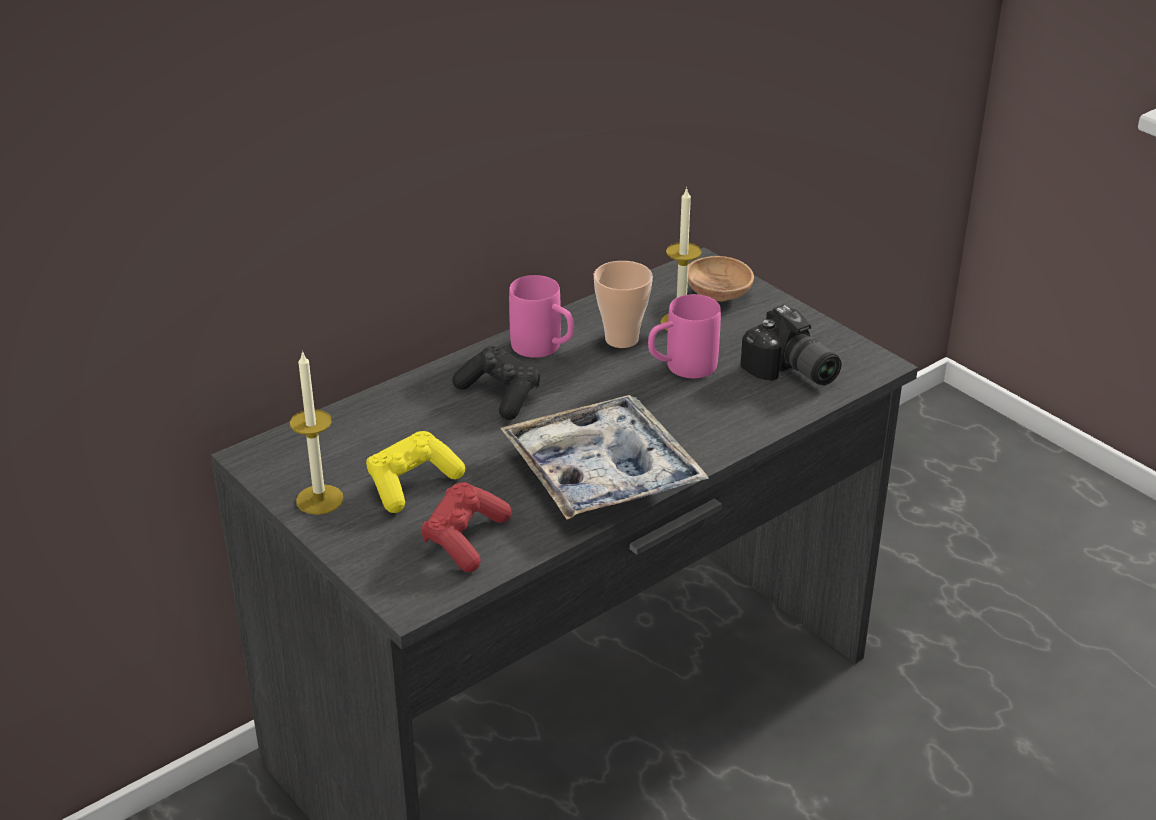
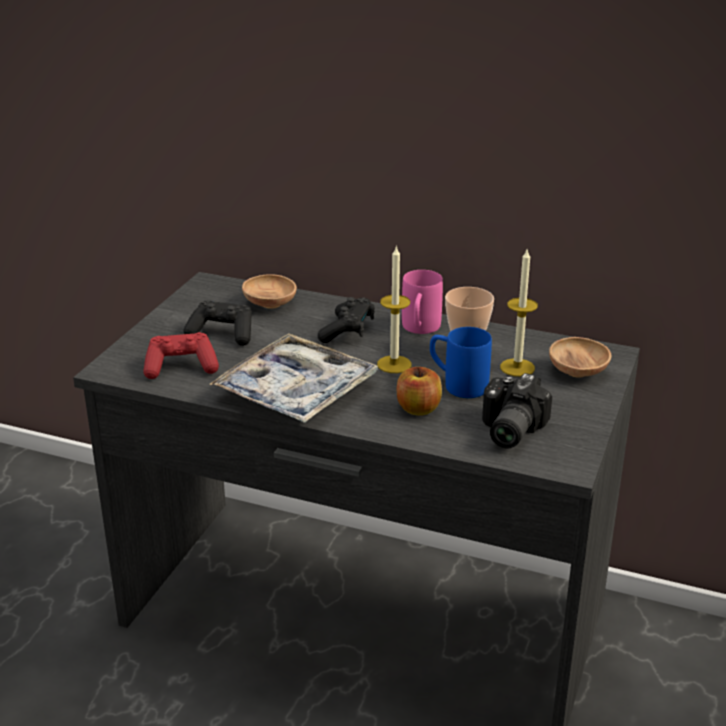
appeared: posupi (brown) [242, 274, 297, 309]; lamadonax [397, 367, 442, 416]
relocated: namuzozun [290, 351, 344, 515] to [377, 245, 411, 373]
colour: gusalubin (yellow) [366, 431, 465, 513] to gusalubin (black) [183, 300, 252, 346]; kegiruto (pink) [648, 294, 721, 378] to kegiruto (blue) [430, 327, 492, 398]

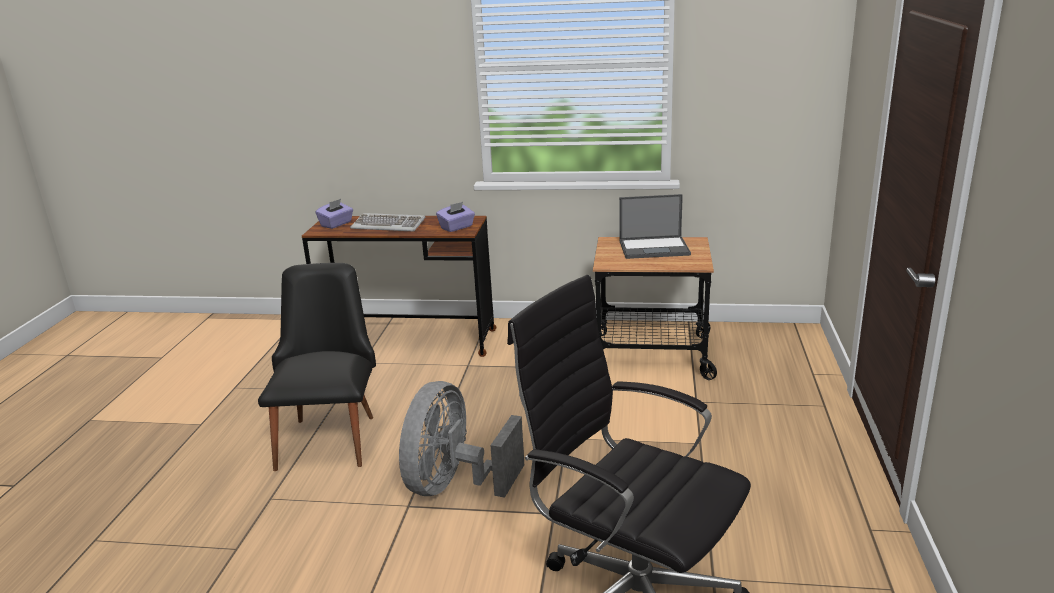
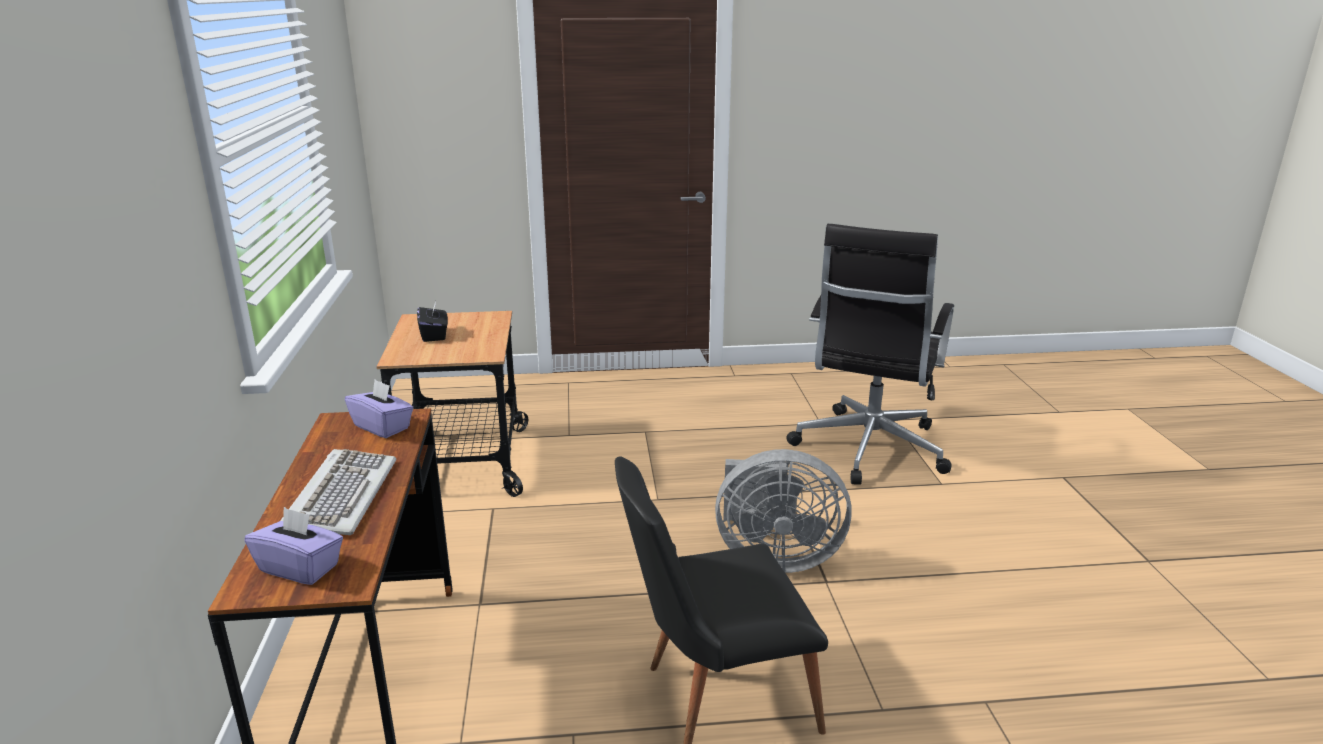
exchanged: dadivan [619, 194, 691, 259] to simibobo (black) [417, 301, 448, 342]

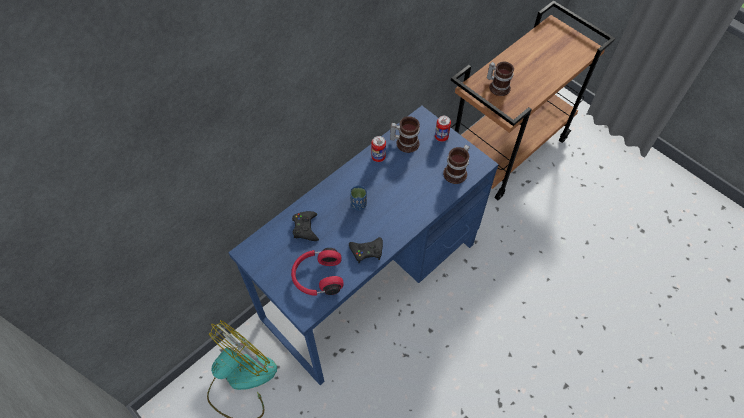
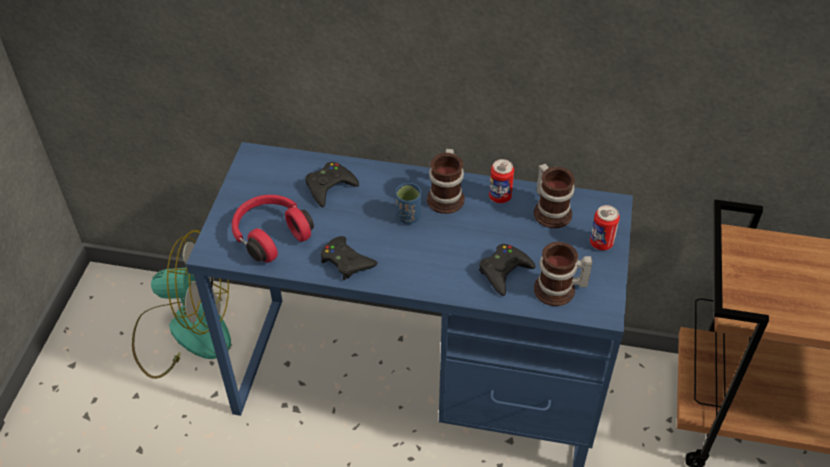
appeared: gusalubin (black) [479, 244, 535, 296]
relocated: kegiruto [487, 61, 514, 96] to [427, 149, 465, 214]

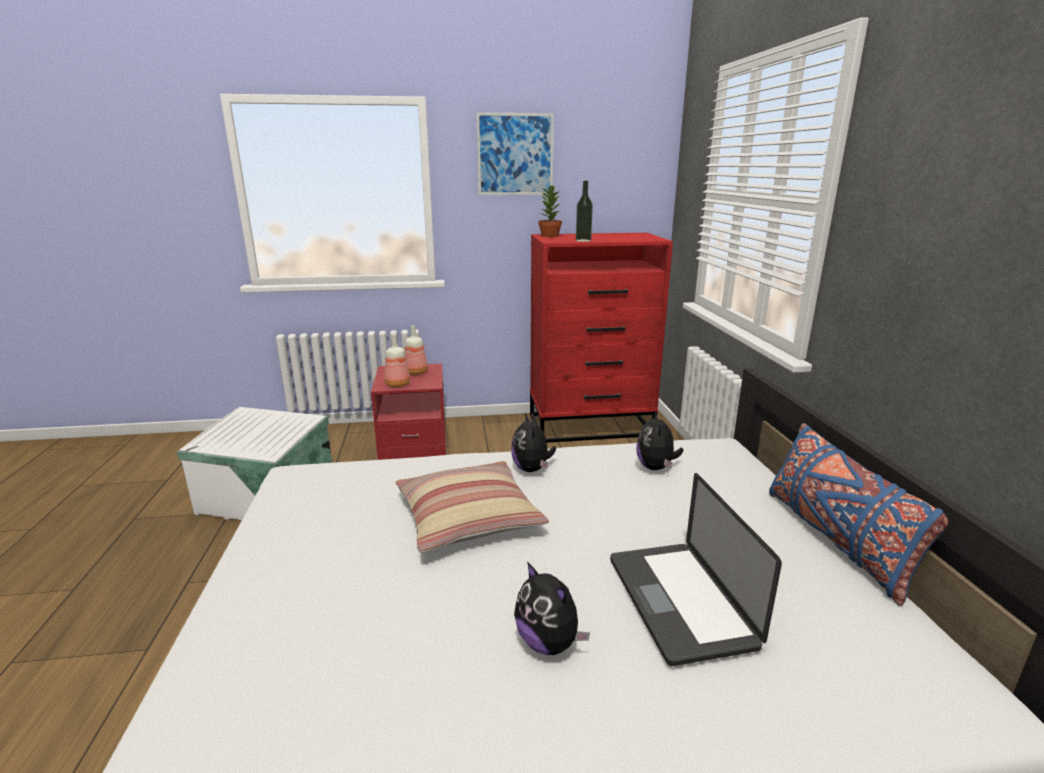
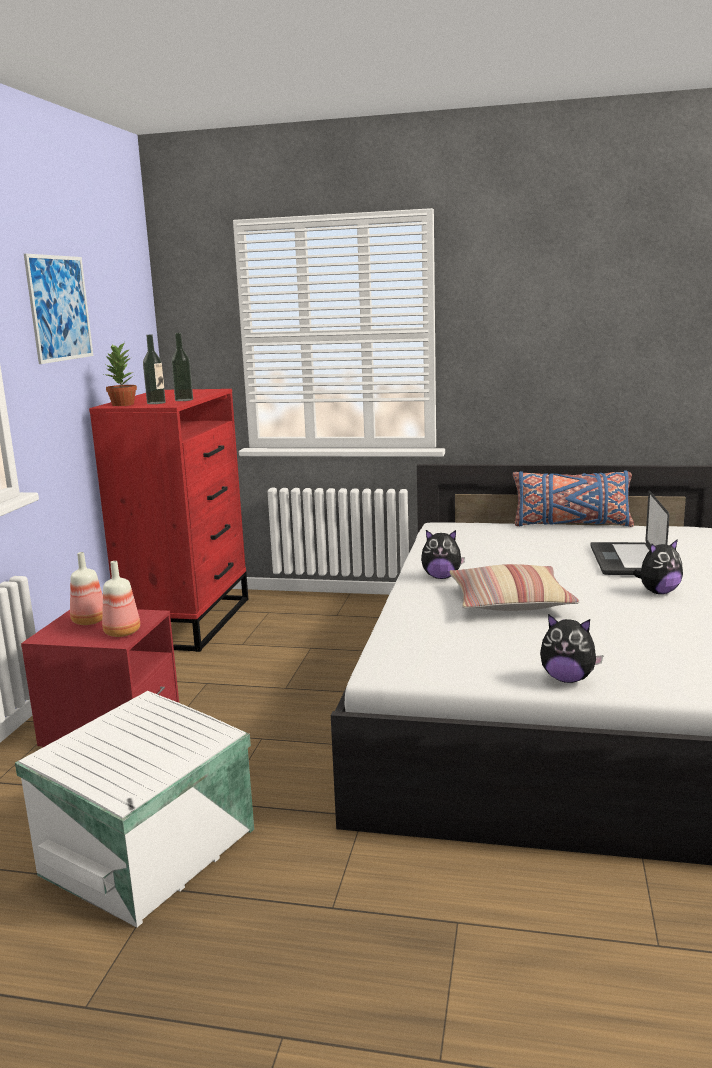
appeared: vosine [143, 335, 166, 404]
relocated: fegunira [636, 410, 683, 470] to [540, 614, 604, 683]
spun: dadivan [610, 473, 782, 666] = [590, 490, 669, 575] 90 degrees clockwise

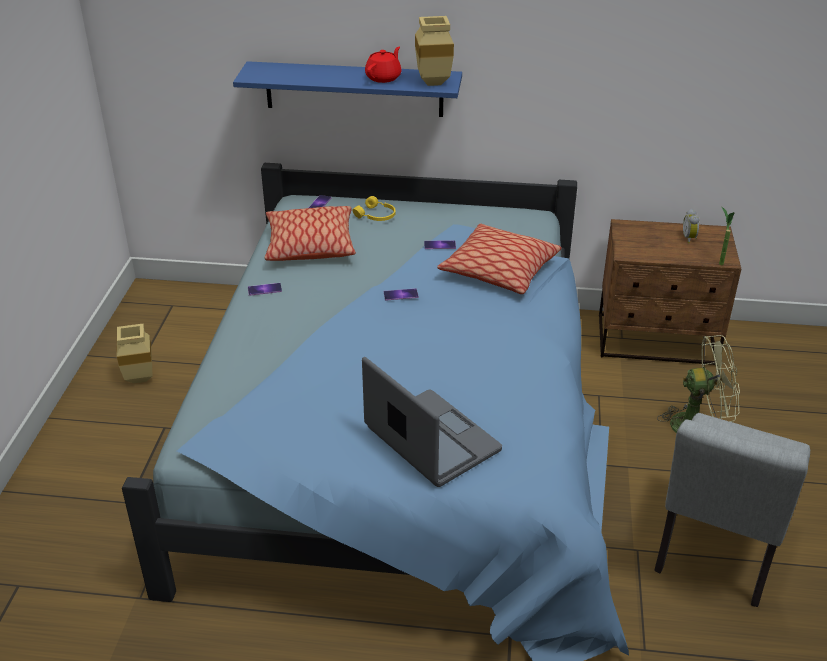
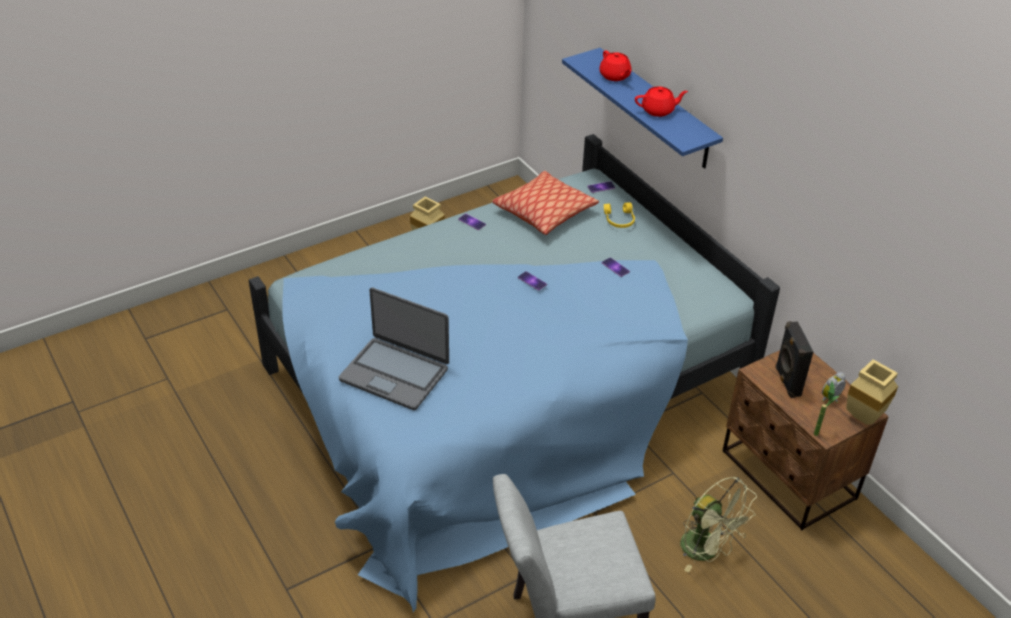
missing: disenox [437, 223, 562, 294]
appeared: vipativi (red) [599, 50, 632, 81]; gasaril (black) [775, 321, 813, 398]
relocated: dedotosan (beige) [415, 16, 454, 86] to [846, 359, 898, 424]
spun: dadivan [362, 357, 502, 487] = [339, 287, 449, 410] 105 degrees clockwise

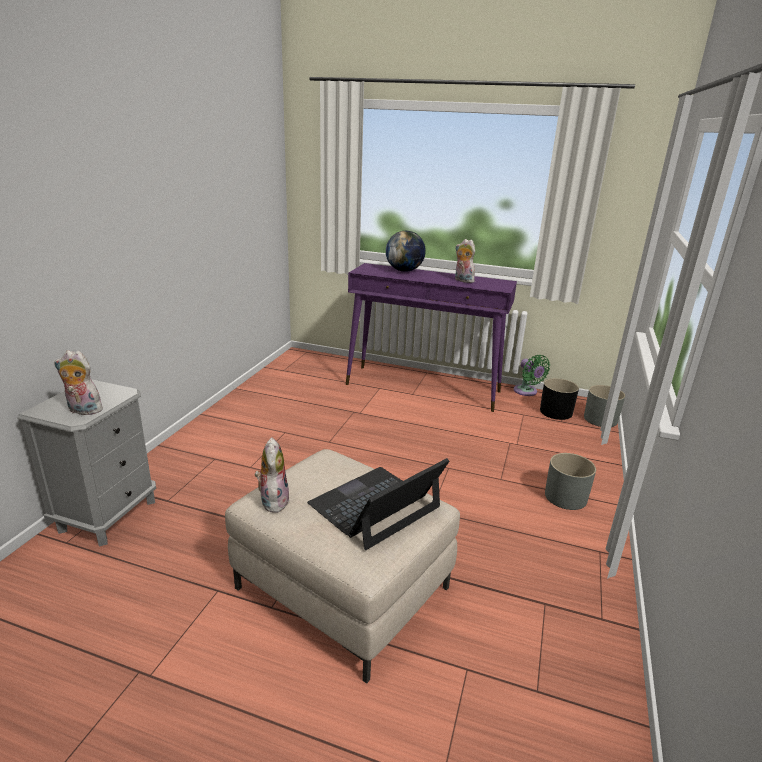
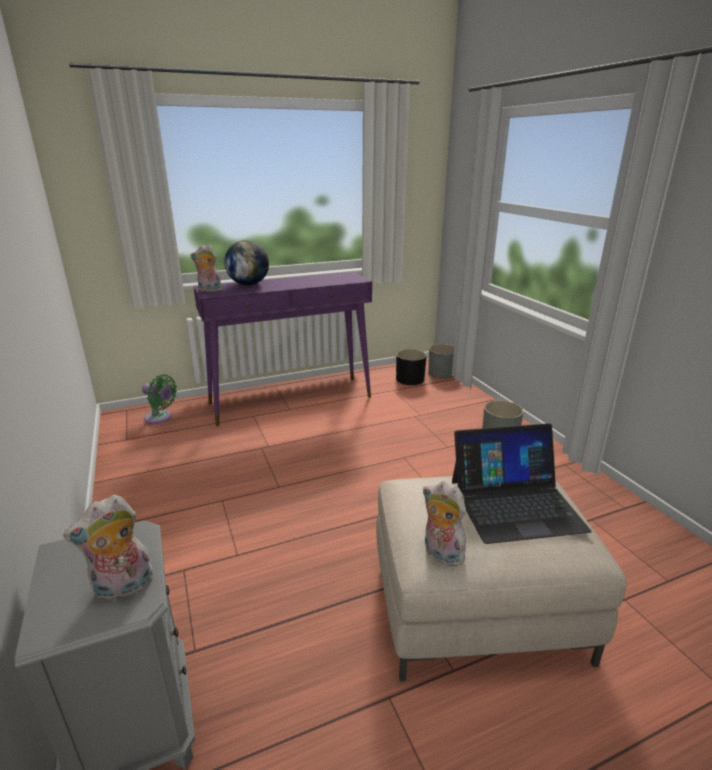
relocated: fegunira [455, 239, 475, 283] to [190, 245, 222, 292]; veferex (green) [514, 355, 550, 396] to [142, 375, 177, 424]
spun: dadivan [307, 458, 449, 550] = [452, 423, 591, 544] 105 degrees counterclockwise

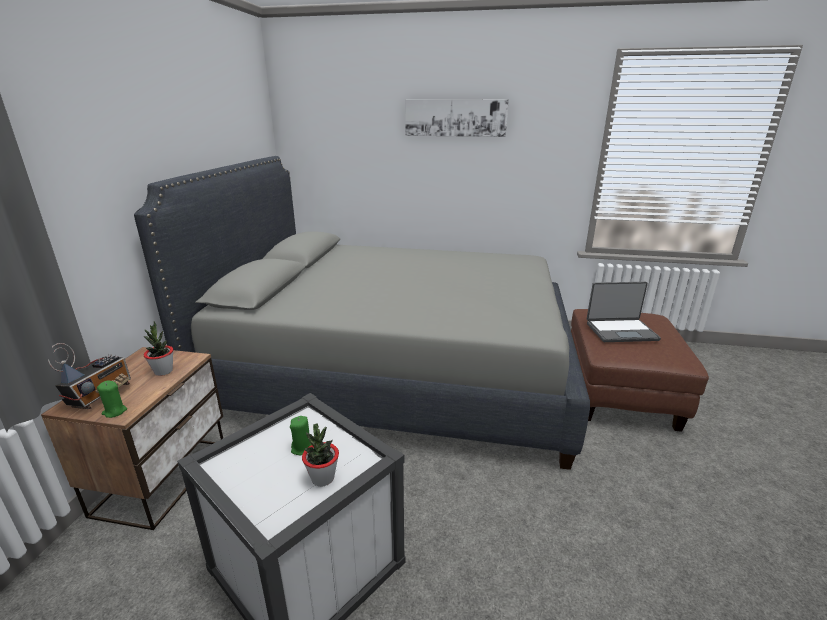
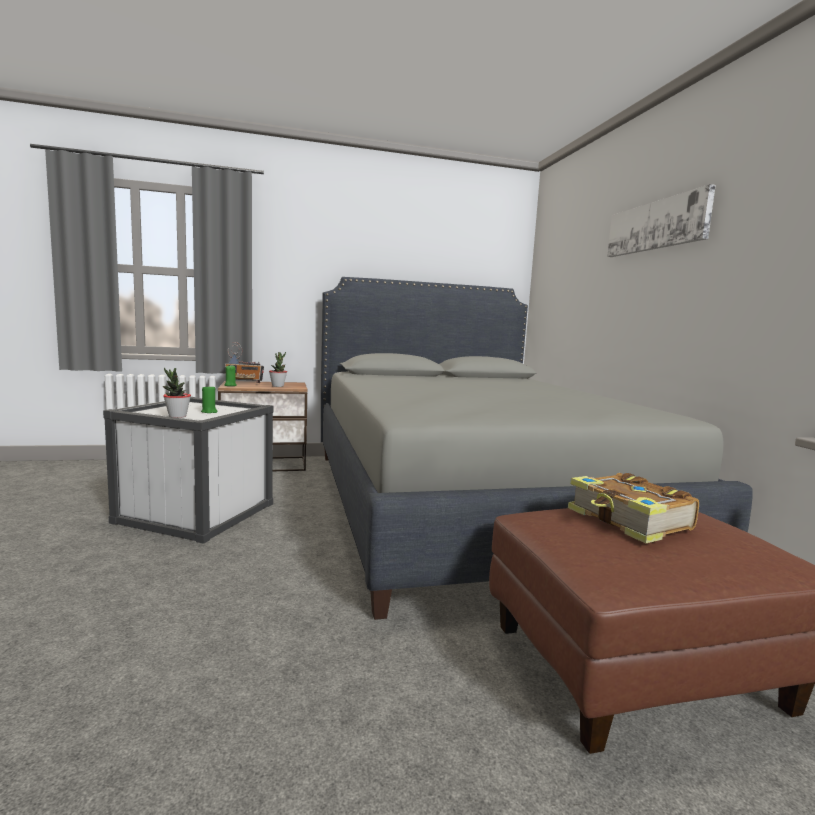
exchanged: dadivan [587, 282, 661, 342] to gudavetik [568, 473, 699, 543]

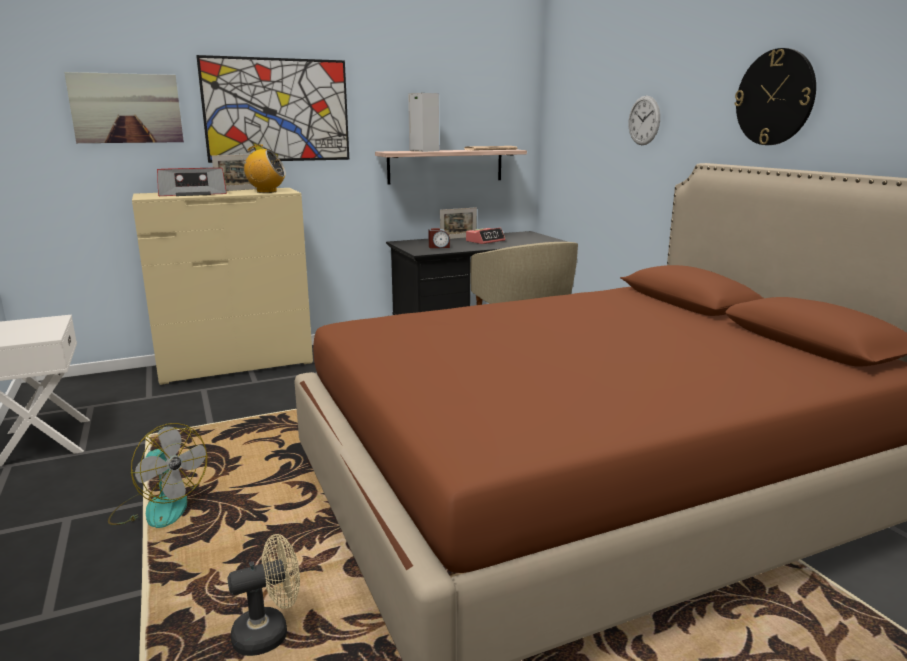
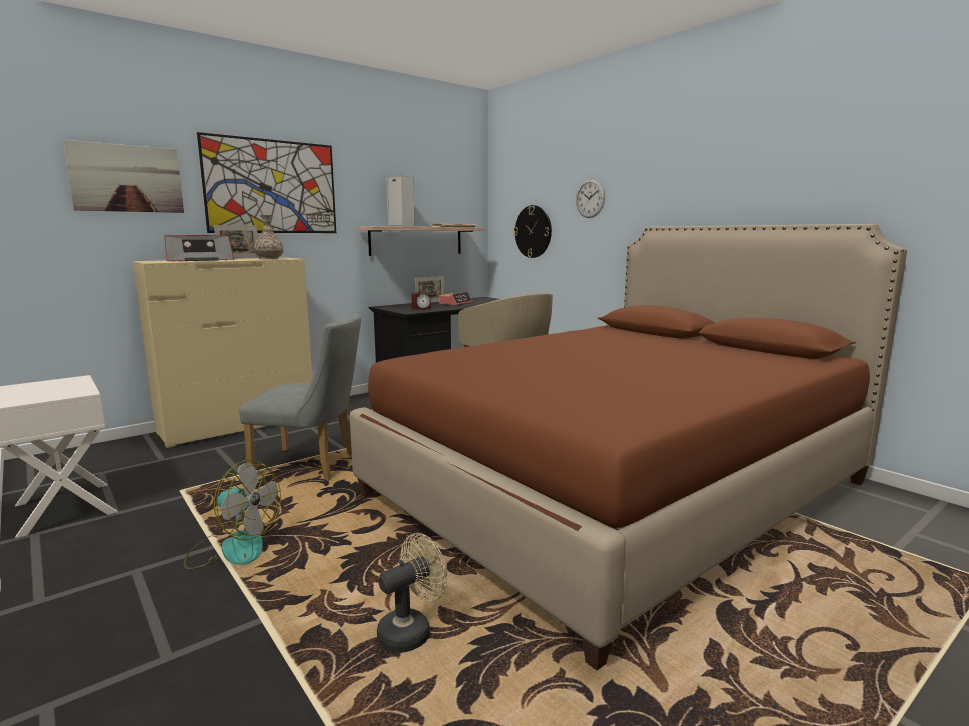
appeared: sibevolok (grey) [239, 313, 361, 481]
relocated: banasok [734, 48, 816, 145] to [514, 205, 552, 258]
exchanged: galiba [239, 144, 286, 193] to dedotosan [254, 215, 283, 259]

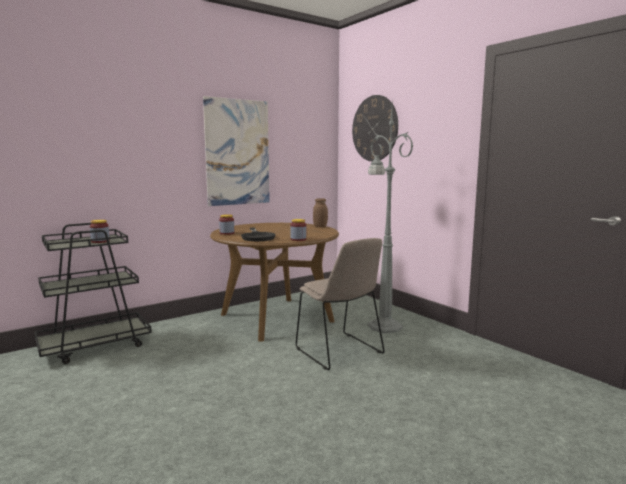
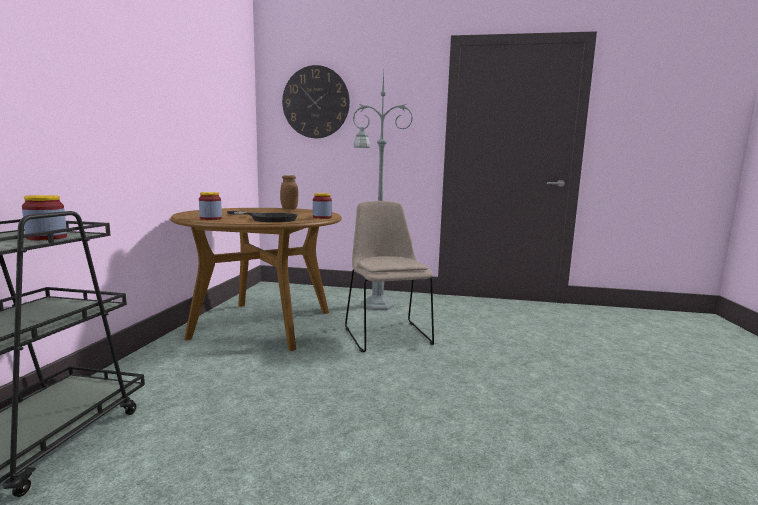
missing: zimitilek [203, 96, 270, 206]
spun: sibevolok (beige) [296, 238, 385, 370] = [345, 201, 434, 352] 120 degrees counterclockwise

